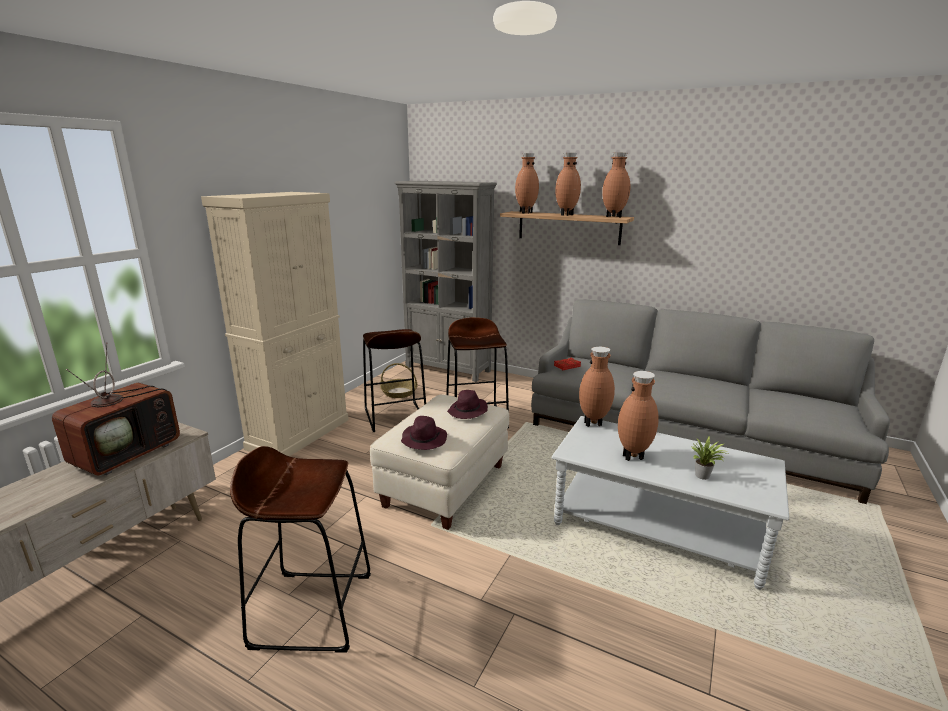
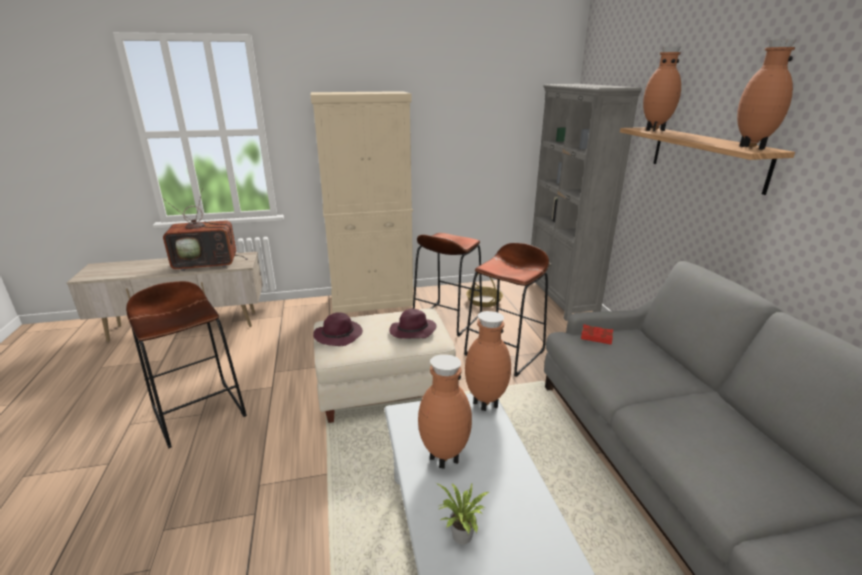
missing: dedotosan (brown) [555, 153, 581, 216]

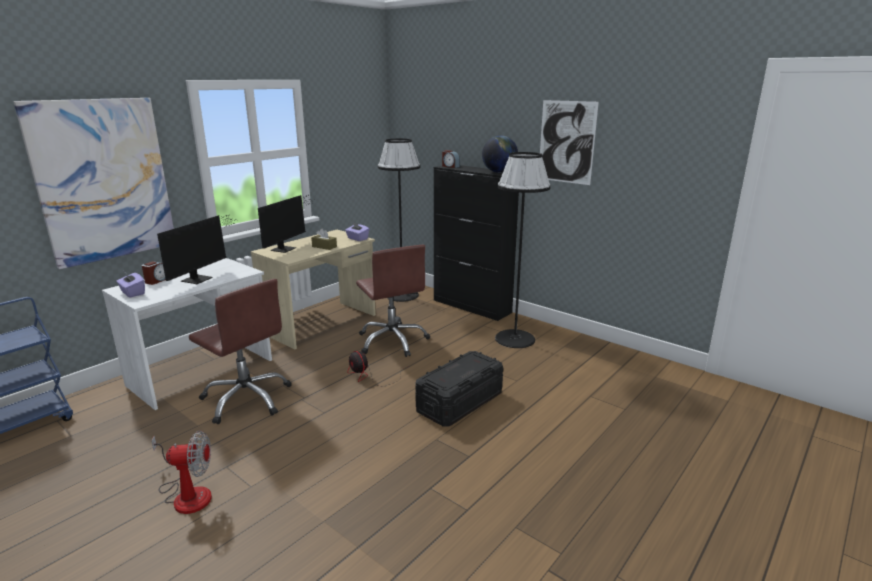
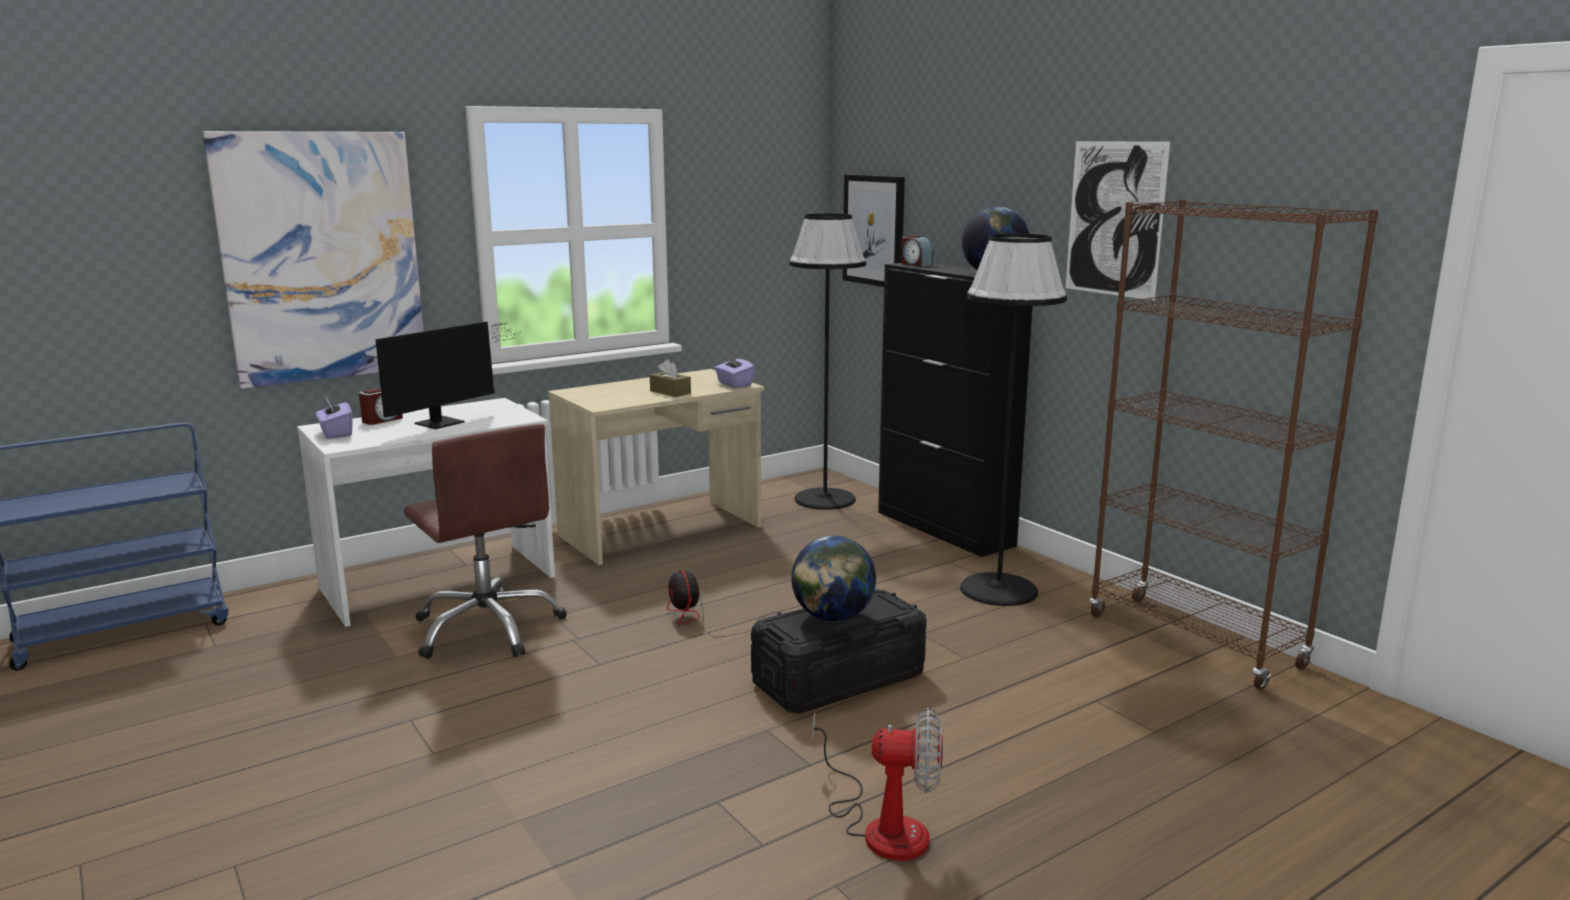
missing: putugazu [258, 195, 312, 253]; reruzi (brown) [356, 245, 430, 357]
appeared: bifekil [791, 535, 876, 622]; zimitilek [843, 175, 905, 287]; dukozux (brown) [1089, 199, 1379, 690]
relocated: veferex [151, 431, 212, 514] to [813, 708, 943, 861]

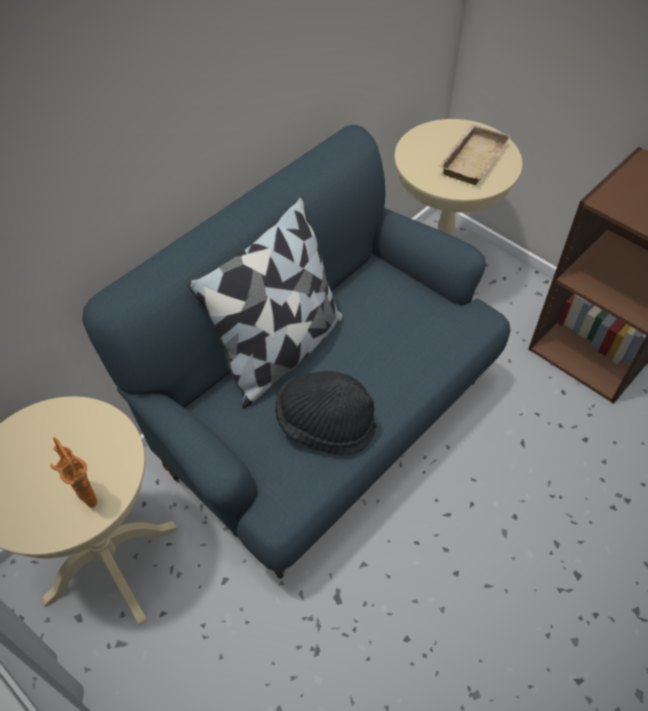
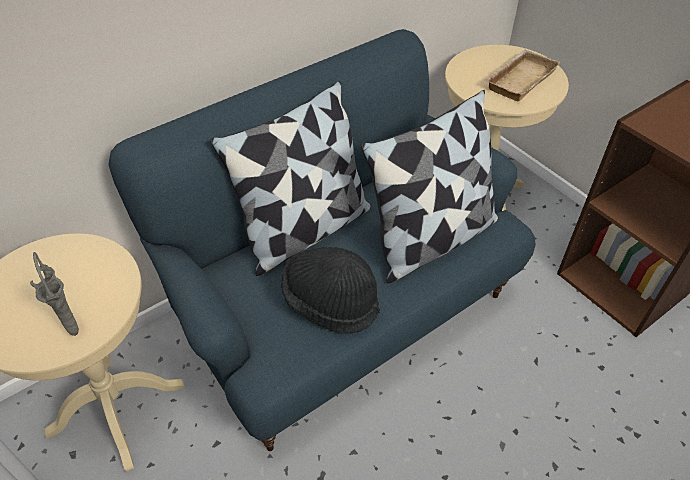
appeared: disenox [361, 90, 498, 283]
colour: dedotosan (orange) [50, 437, 97, 508] to dedotosan (grey) [30, 252, 79, 336]

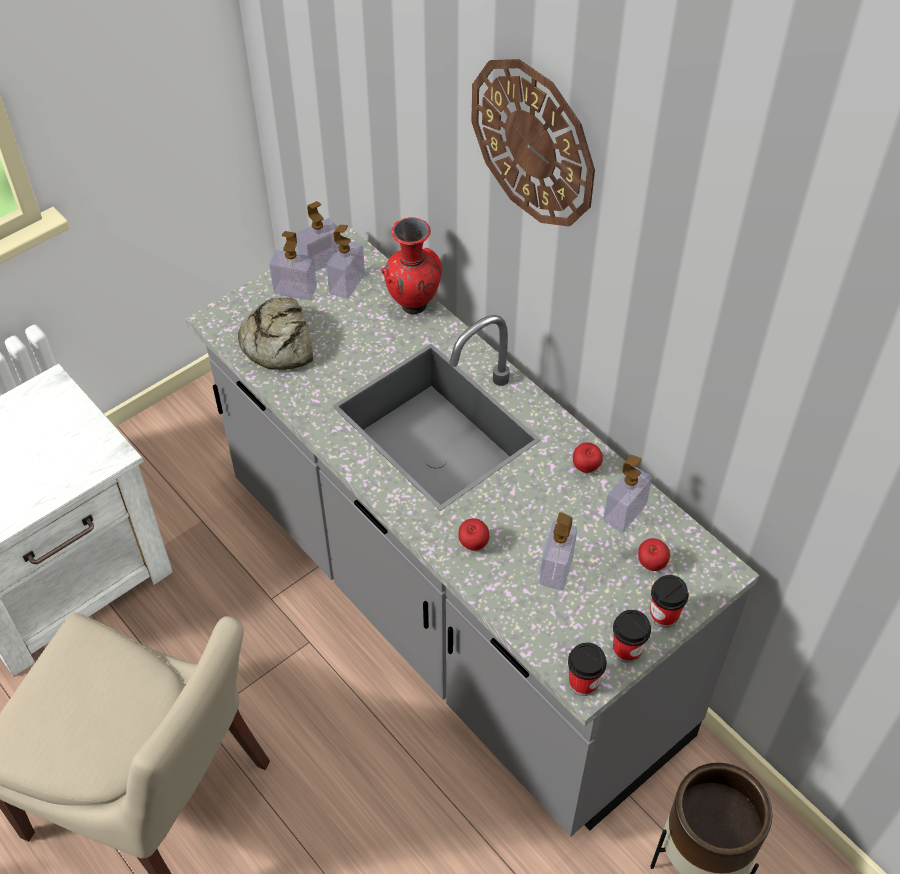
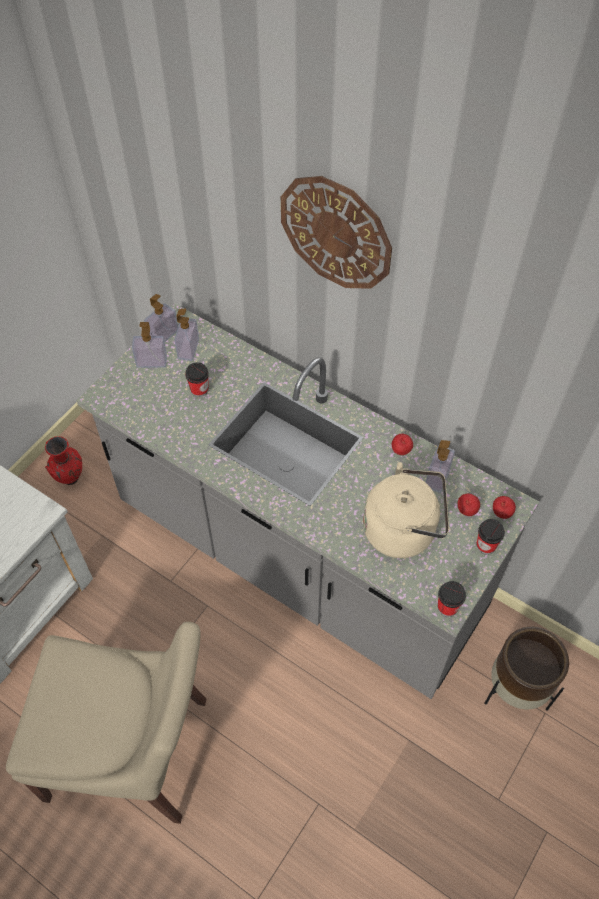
missing: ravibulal [238, 298, 313, 370]
relocated: dedotosan (red) [381, 217, 442, 314] to [45, 436, 82, 485]; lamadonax [458, 518, 489, 551] to [493, 496, 516, 519]; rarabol [613, 610, 651, 663] to [185, 362, 209, 397]
exchanged: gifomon [539, 512, 577, 590] to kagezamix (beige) [363, 462, 449, 558]

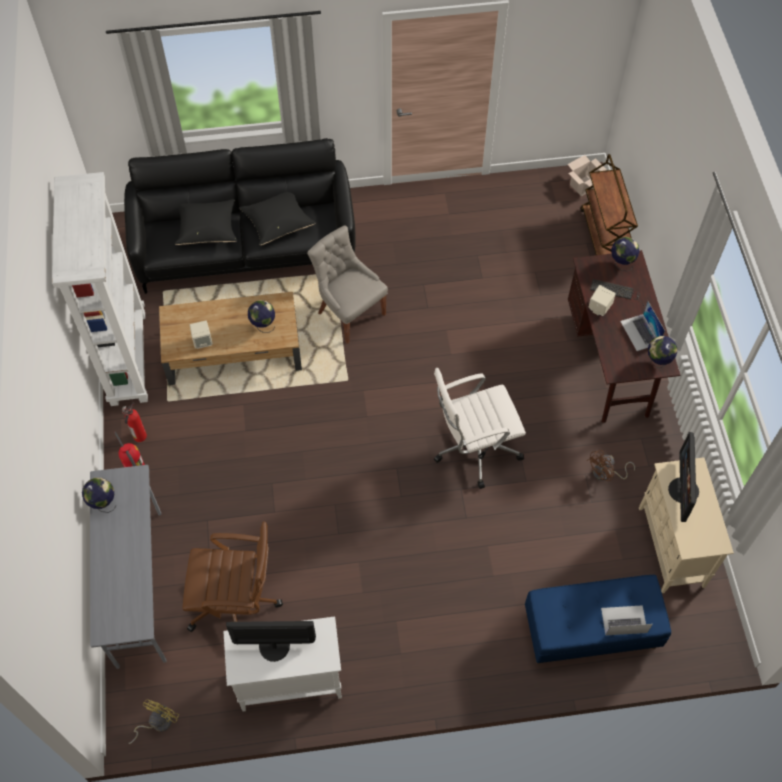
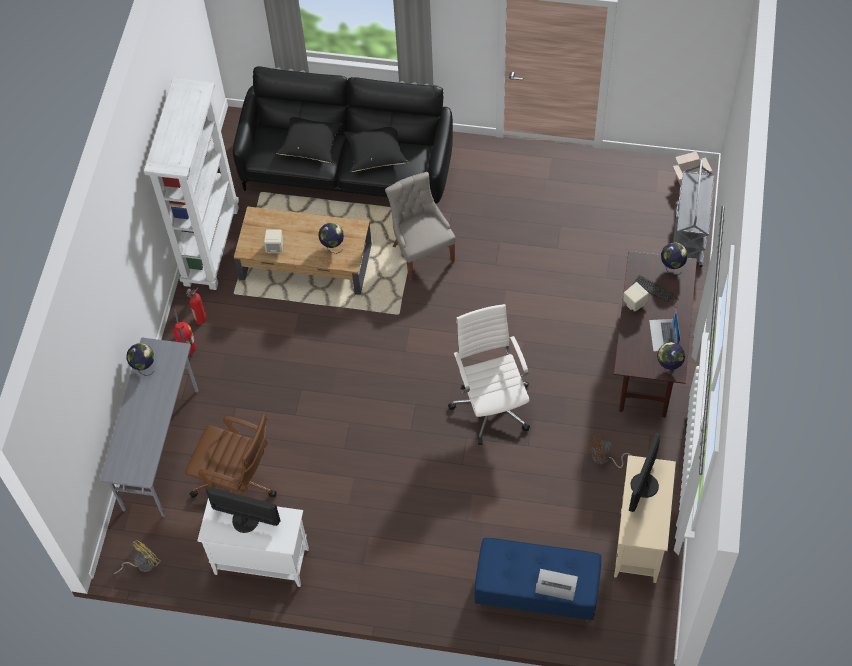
colour: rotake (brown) [580, 154, 638, 255] to rotake (grey) [673, 159, 714, 267]
spun: reruzi (white) [434, 368, 526, 489] = [448, 304, 530, 445] 75 degrees clockwise

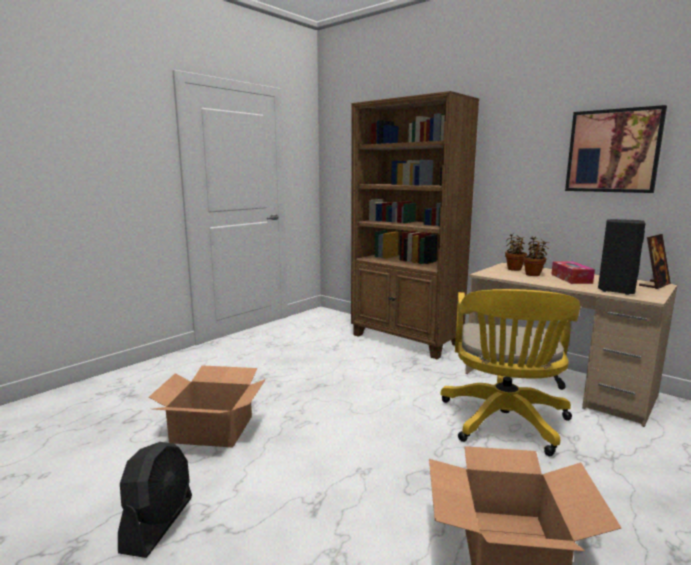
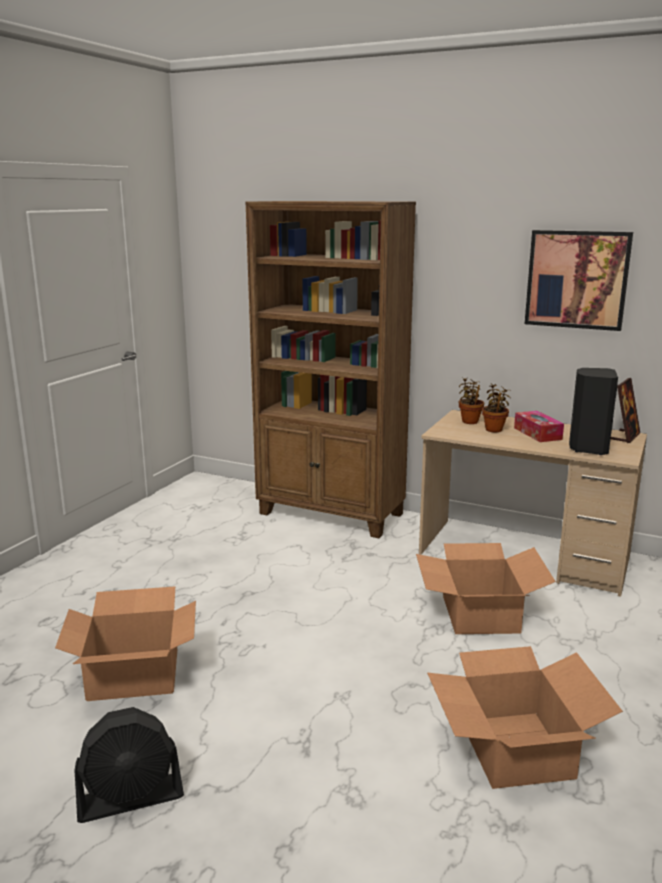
exchanged: reruzi (yellow) [441, 289, 580, 456] to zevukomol [416, 543, 556, 634]
spun: veferex (black) [118, 442, 192, 558] = [74, 707, 184, 823] 75 degrees clockwise

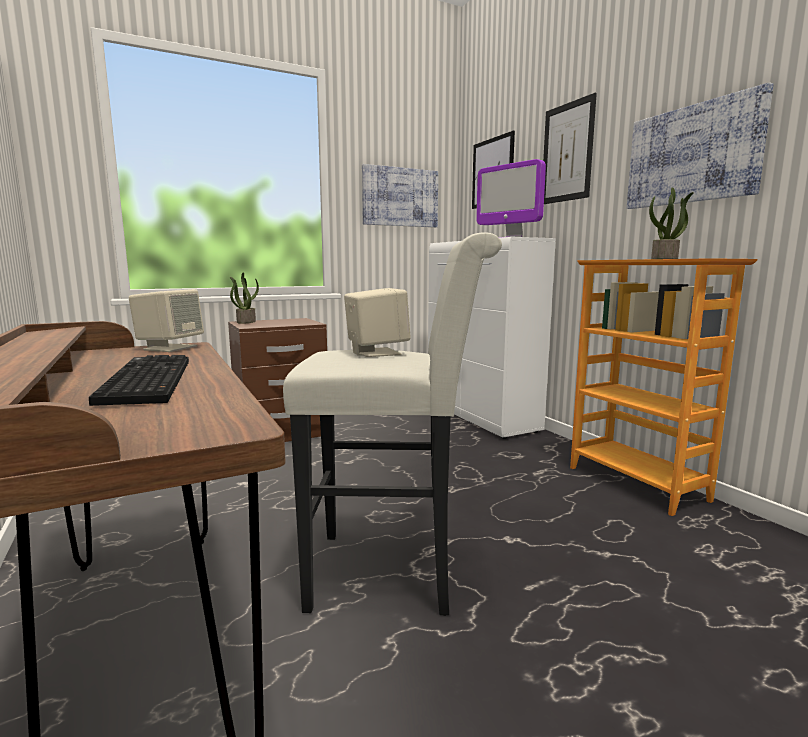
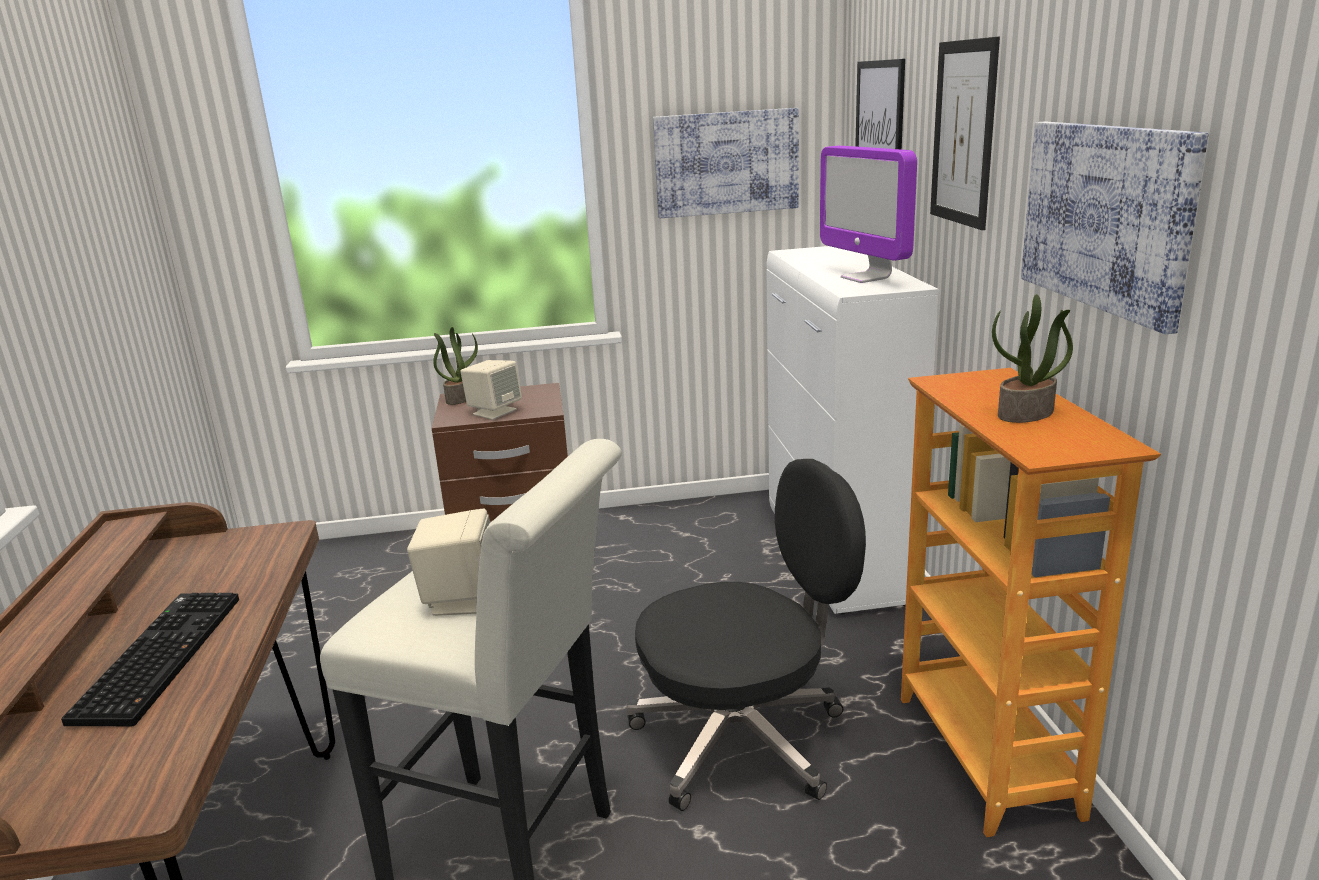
appeared: reruzi (black) [626, 459, 866, 811]
relocated: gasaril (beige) [129, 289, 204, 352] to [460, 360, 522, 420]

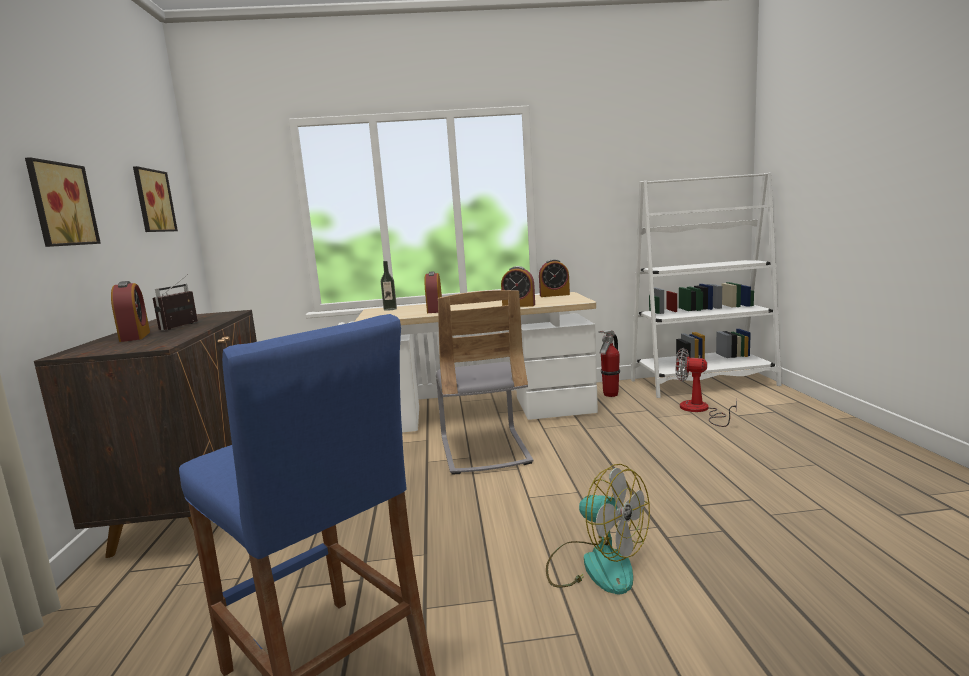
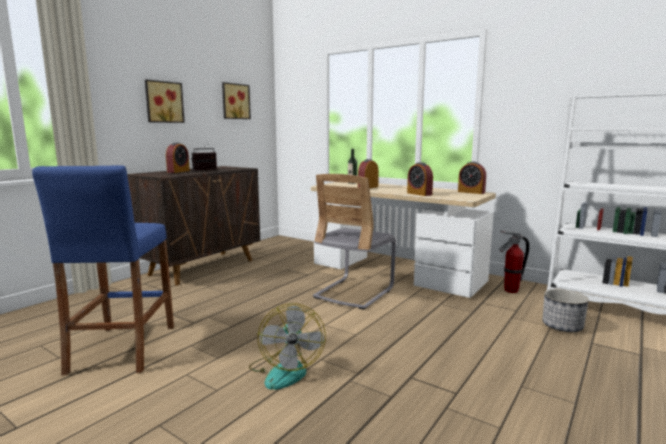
exchanged: veferex [675, 348, 737, 427] to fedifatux [542, 289, 589, 332]

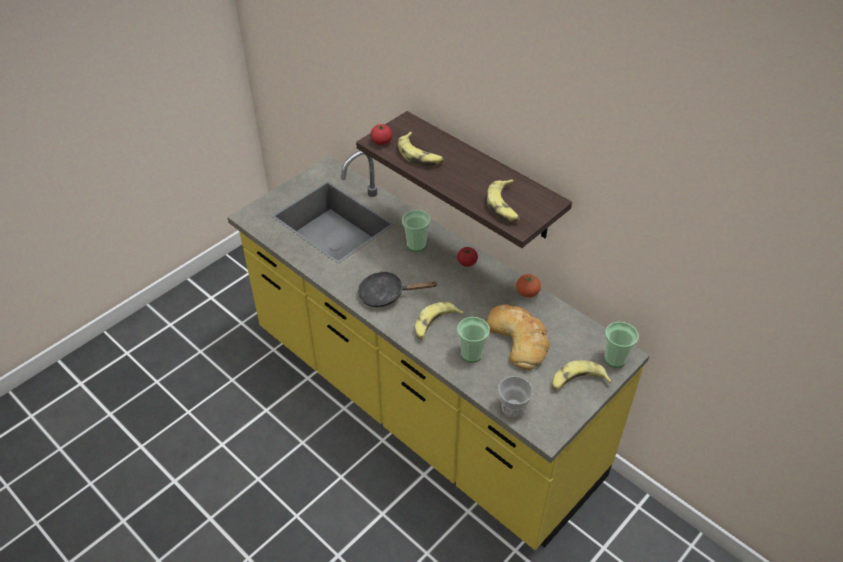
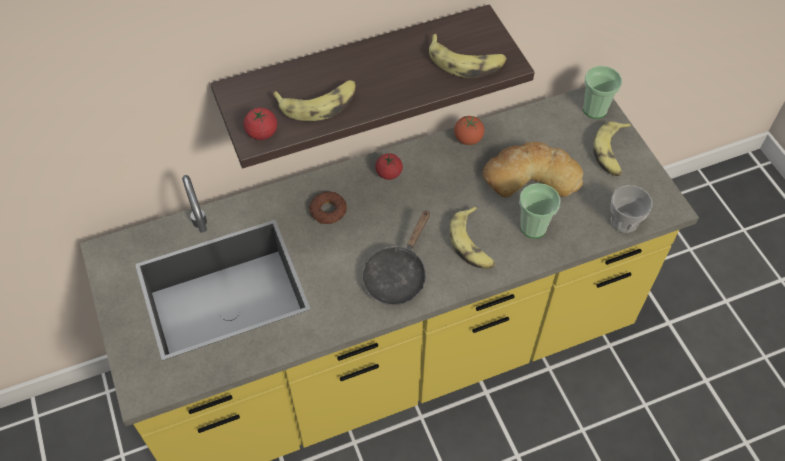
exchanged: rarabol [402, 210, 431, 251] to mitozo [309, 191, 347, 224]

